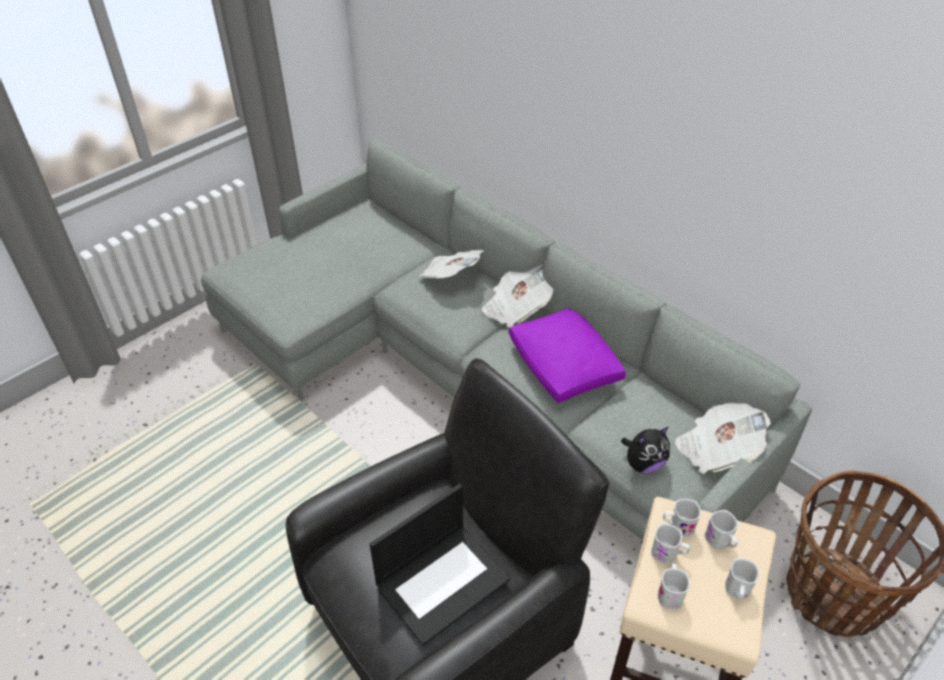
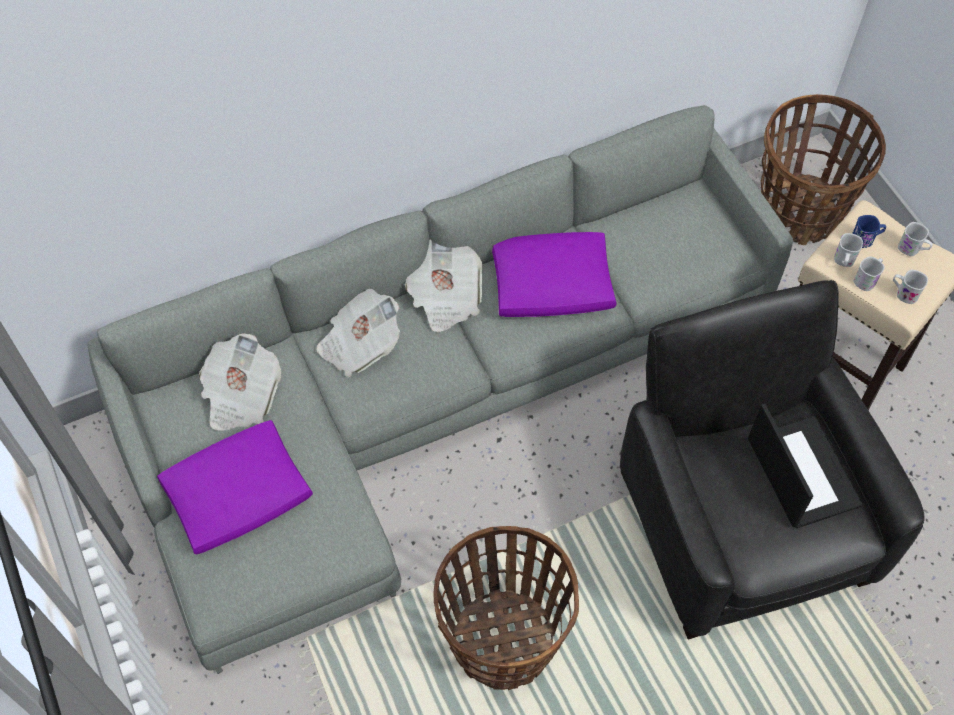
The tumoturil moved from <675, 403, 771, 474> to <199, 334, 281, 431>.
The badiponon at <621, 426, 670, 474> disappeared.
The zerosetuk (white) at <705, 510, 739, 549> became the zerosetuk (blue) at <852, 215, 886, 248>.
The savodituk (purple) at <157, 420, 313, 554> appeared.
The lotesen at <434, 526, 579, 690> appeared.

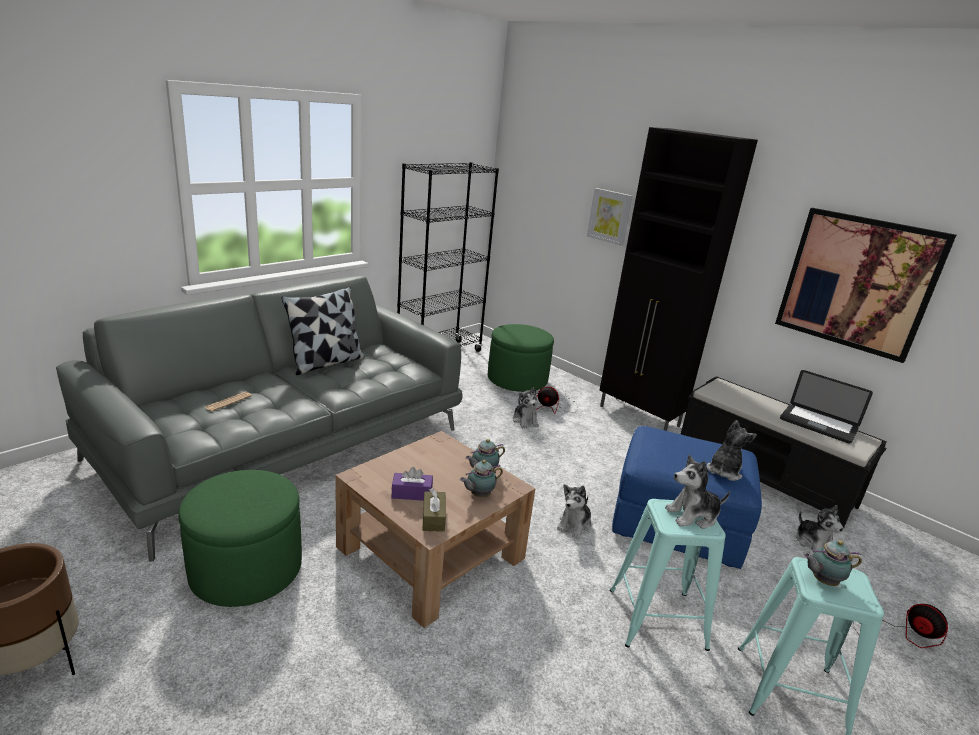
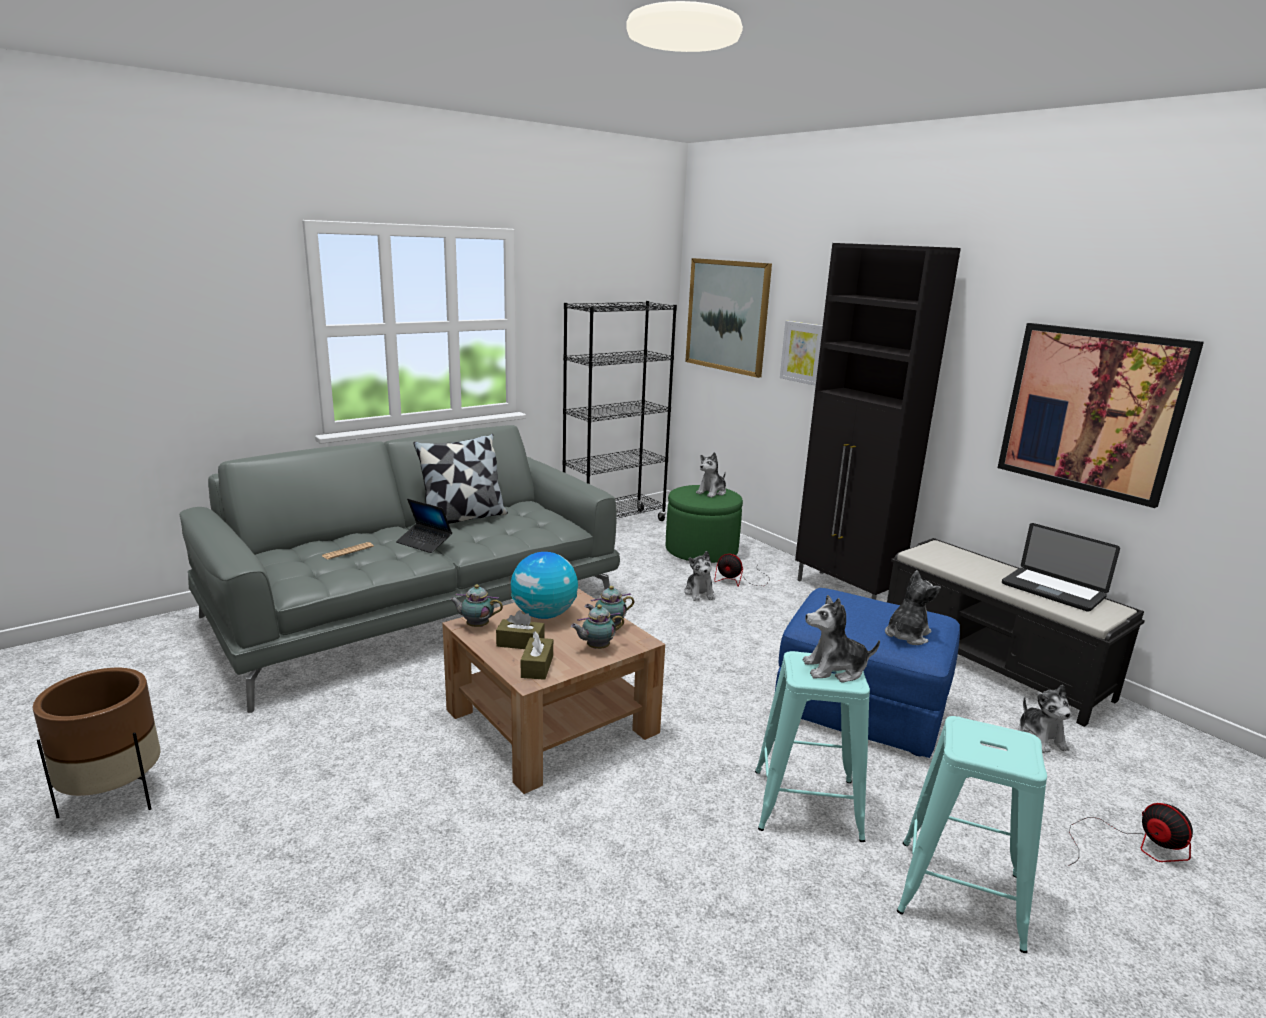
The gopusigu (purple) at <391, 467, 433, 501> became the gopusigu (brown) at <496, 610, 544, 649>.
The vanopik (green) at <179, 470, 302, 607> disappeared.
The badiponon moved from <557, 484, 591, 539> to <696, 452, 726, 498>.
The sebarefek moved from <803, 540, 862, 586> to <449, 585, 503, 627>.
The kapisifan at <685, 258, 772, 378> appeared.
The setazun at <396, 499, 452, 553> appeared.
The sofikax at <511, 552, 578, 619> appeared.

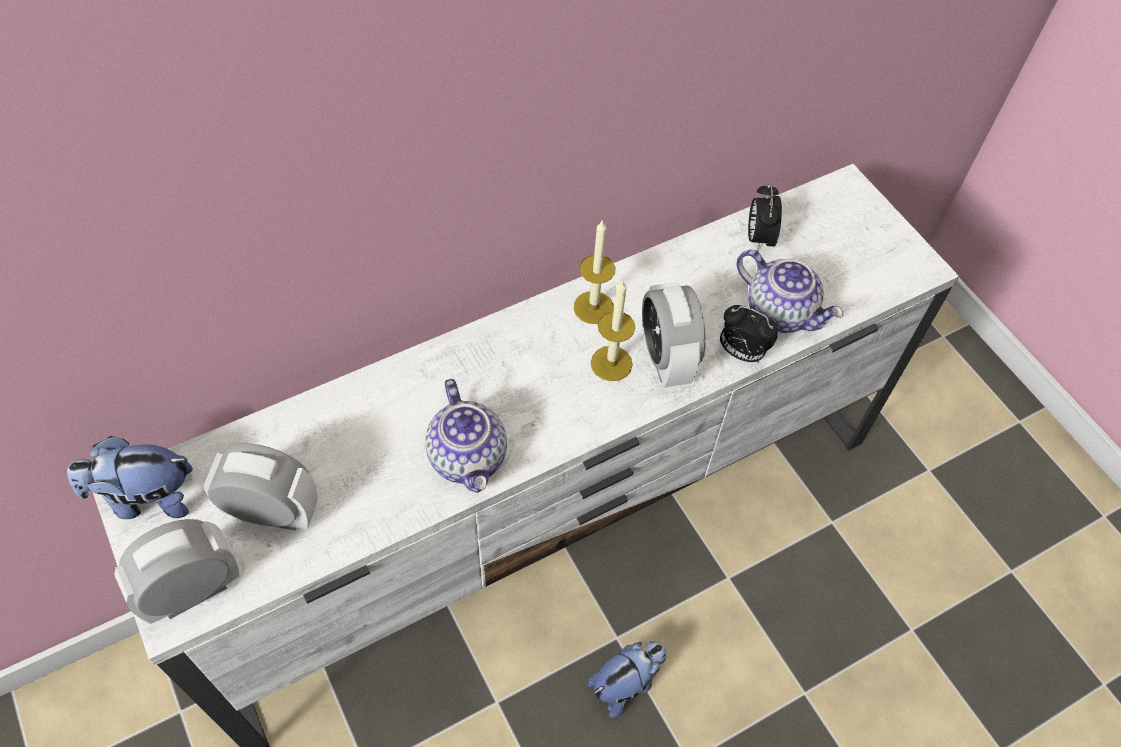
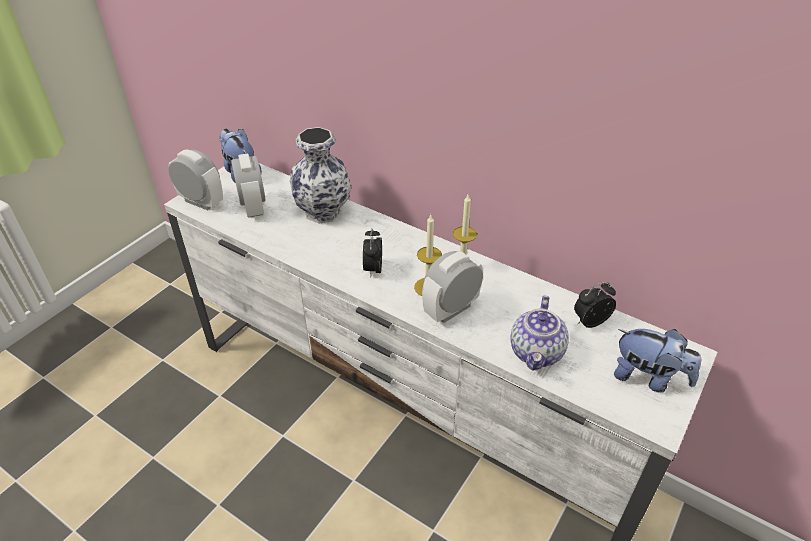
The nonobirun moved from <720, 305, 778, 363> to <363, 228, 382, 277>.
The sebarefek at <425, 379, 507, 493> disappeared.
The badiponon moved from <588, 641, 667, 718> to <614, 329, 701, 393>.
The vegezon at <290, 127, 351, 224> appeared.

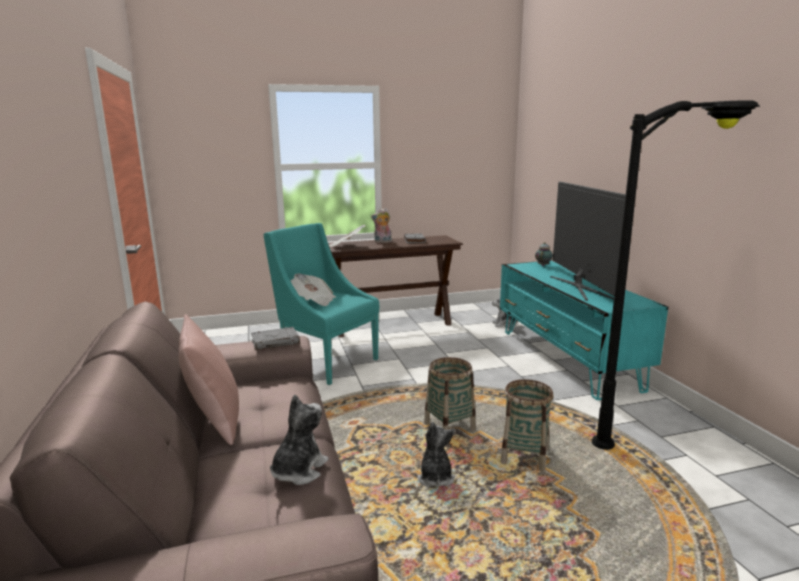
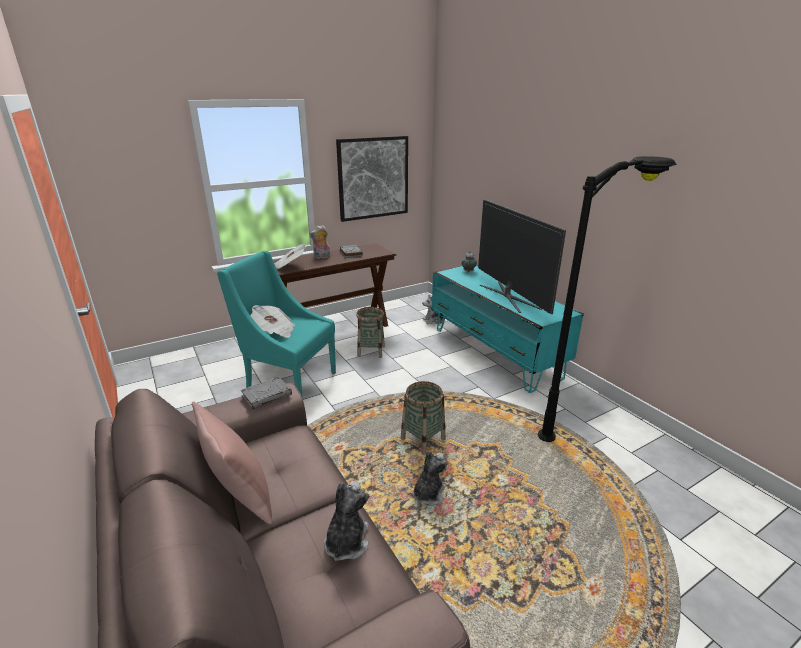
The lotesen moved from <500, 379, 553, 472> to <356, 307, 385, 358>.
The badiponon at <417, 422, 455, 487> turned 45 degrees clockwise.
The kapisifan at <336, 136, 408, 222> appeared.

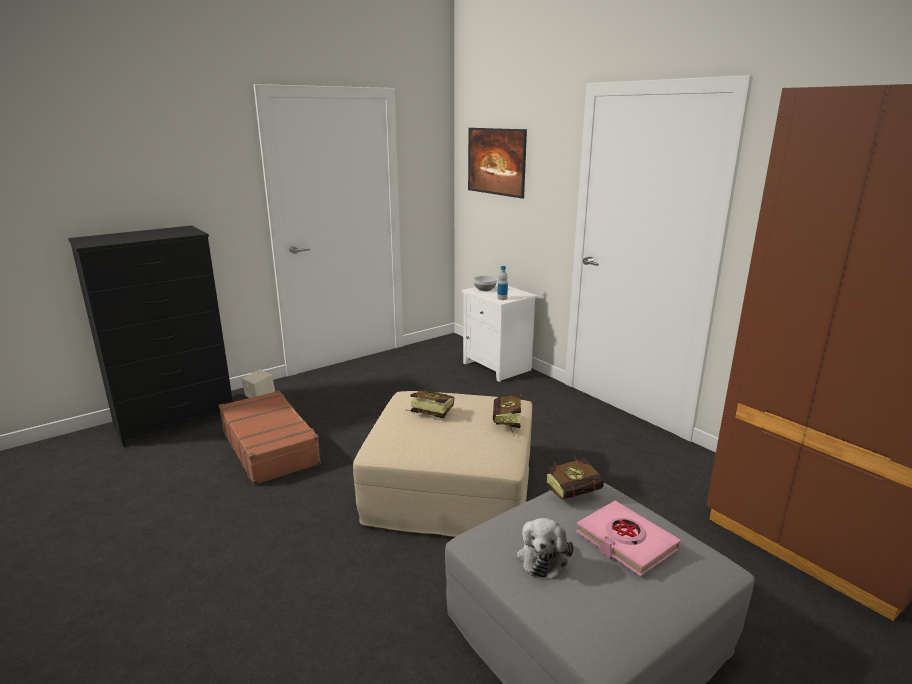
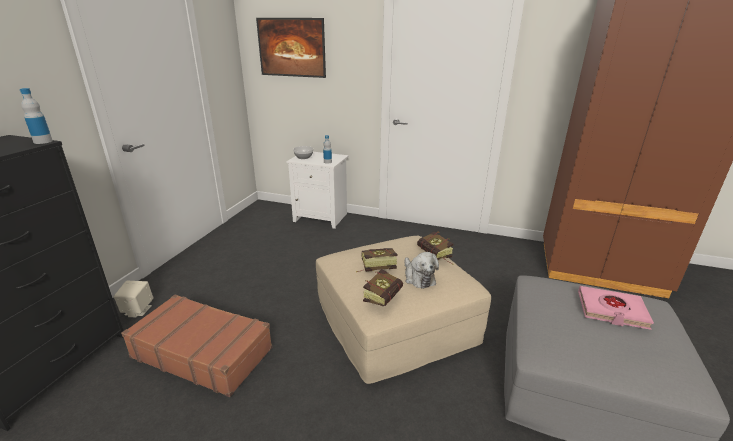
The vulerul moved from <546, 457, 604, 499> to <363, 269, 403, 306>.
The badiponon moved from <517, 518, 573, 579> to <405, 252, 439, 289>.
The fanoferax at <20, 88, 53, 144> appeared.

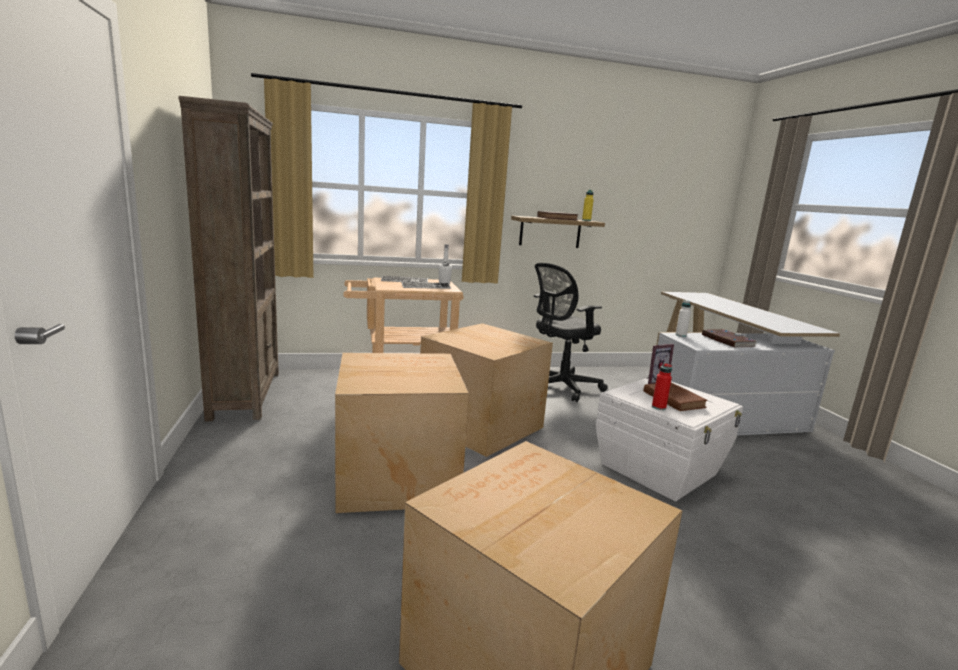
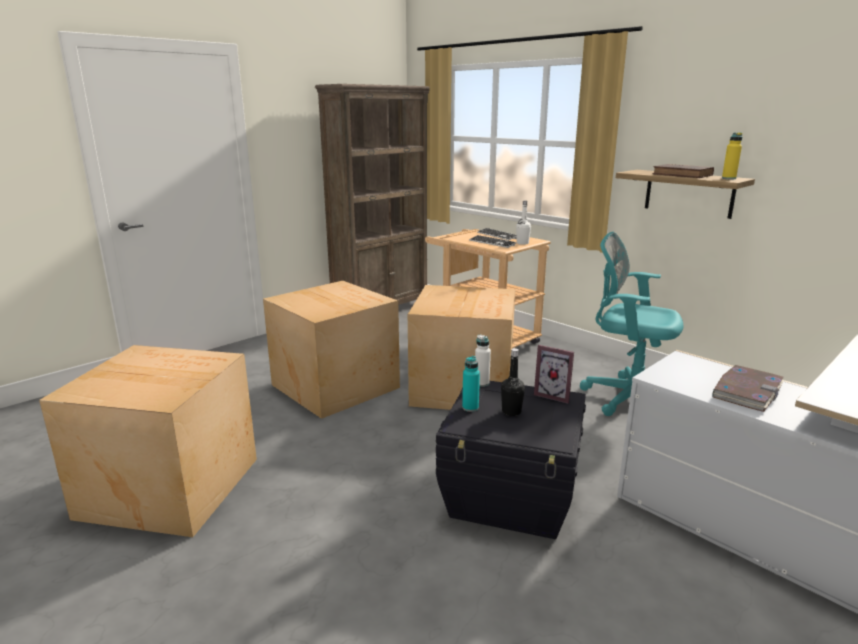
The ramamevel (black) at <534, 263, 608, 402> became the ramamevel (turquoise) at <580, 232, 684, 416>.
The fanoferax (white) moved from <675, 301, 691, 337> to <475, 335, 491, 387>.
The fanoferax (red) at <652, 363, 672, 410> became the fanoferax (turquoise) at <462, 356, 480, 412>.
The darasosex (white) at <596, 378, 743, 501> became the darasosex (black) at <436, 381, 586, 539>.
The vulerul (brown) at <644, 382, 708, 411> was replaced by the fanoferax (black) at <501, 348, 525, 416>.

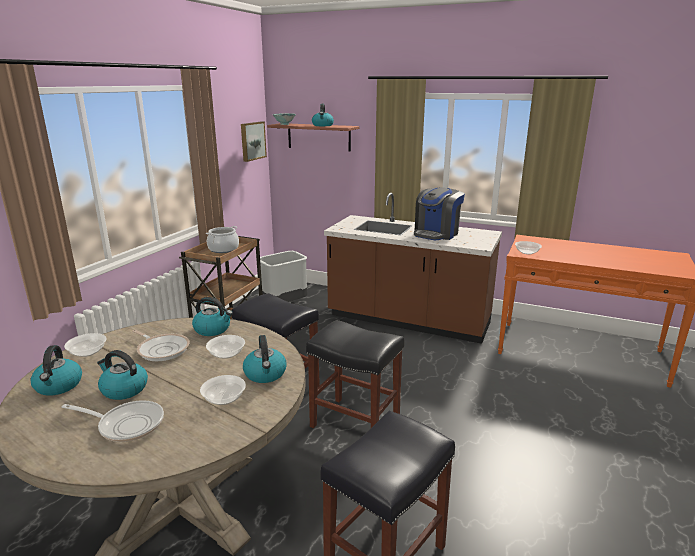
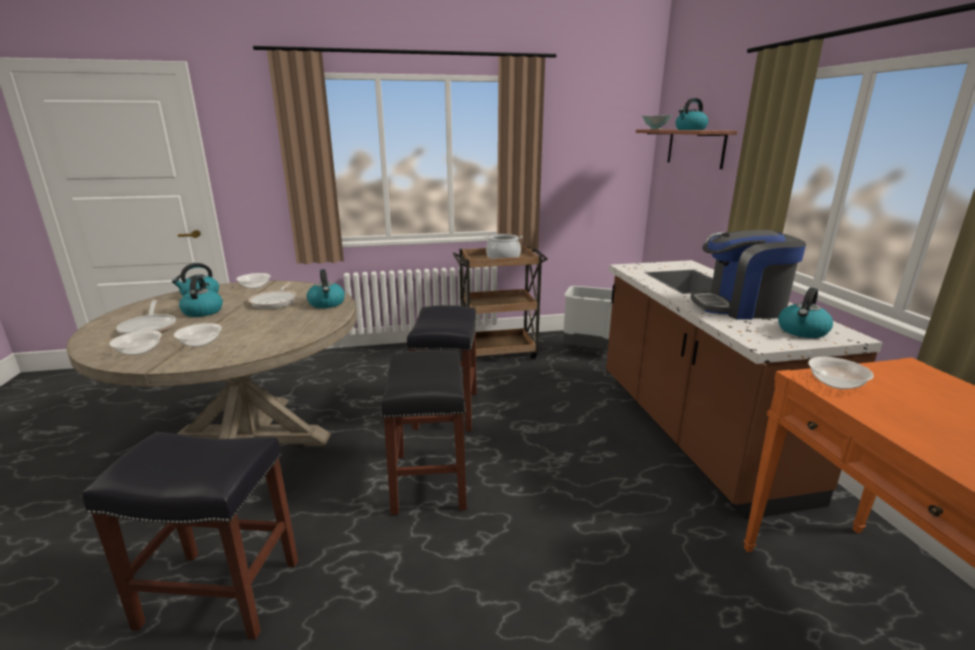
The kapisifan at <241, 121, 267, 162> disappeared.
The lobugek moved from <206, 335, 245, 359> to <110, 330, 162, 355>.
The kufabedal moved from <243, 335, 286, 383> to <778, 288, 833, 338>.

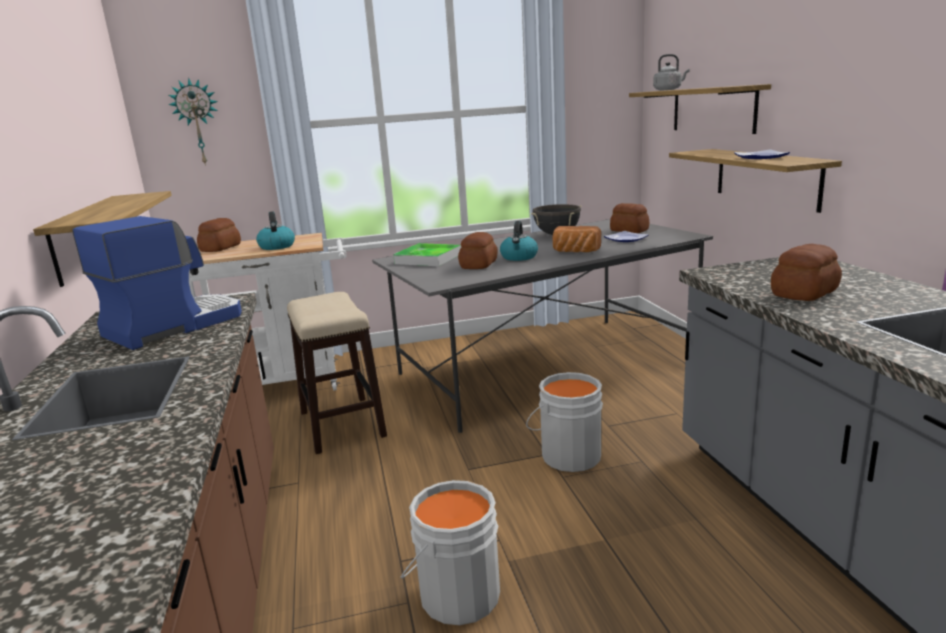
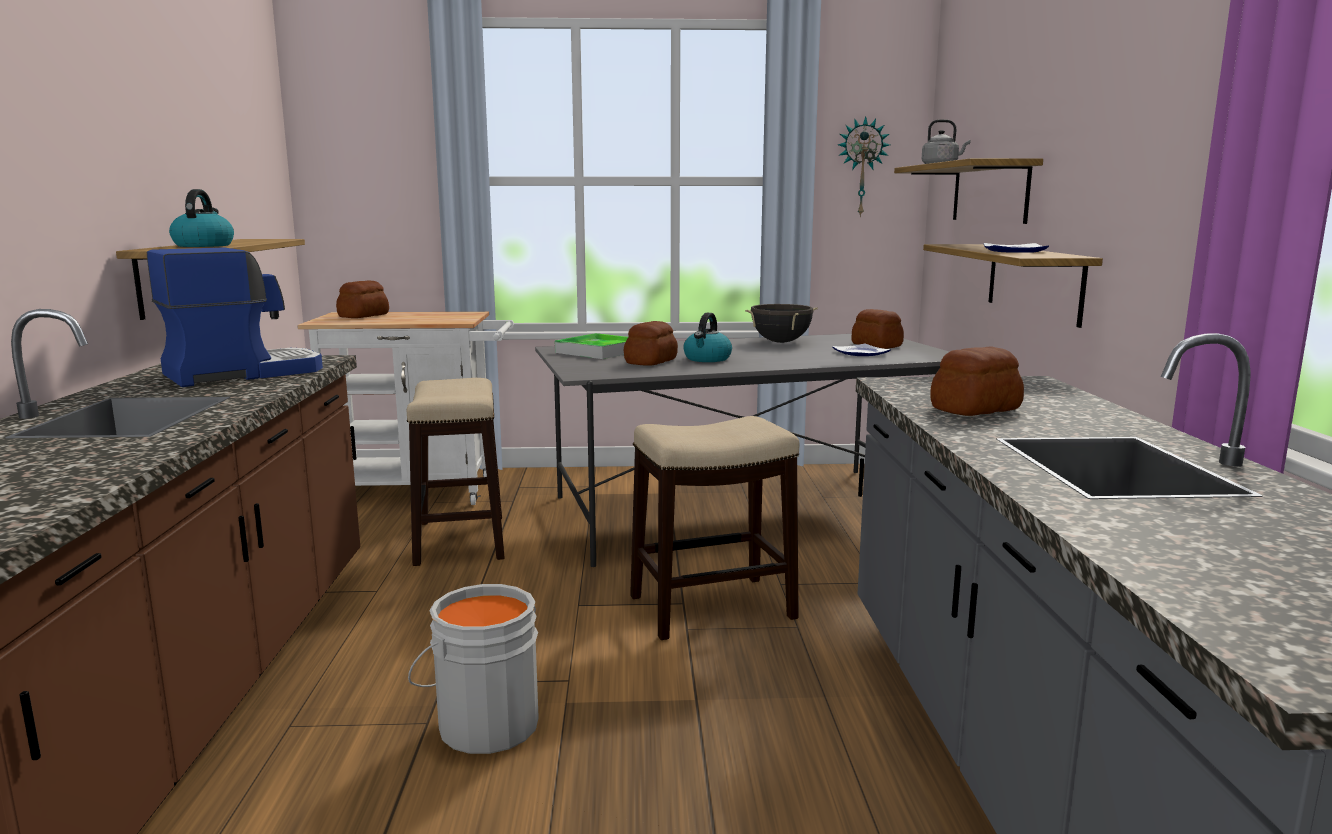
The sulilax moved from <168, 78, 218, 166> to <838, 116, 890, 217>.
The kufabedal moved from <256, 211, 295, 250> to <169, 189, 234, 247>.
The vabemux at <552, 226, 601, 252> disappeared.
The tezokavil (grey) at <526, 372, 603, 472> was replaced by the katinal at <630, 416, 800, 640>.

